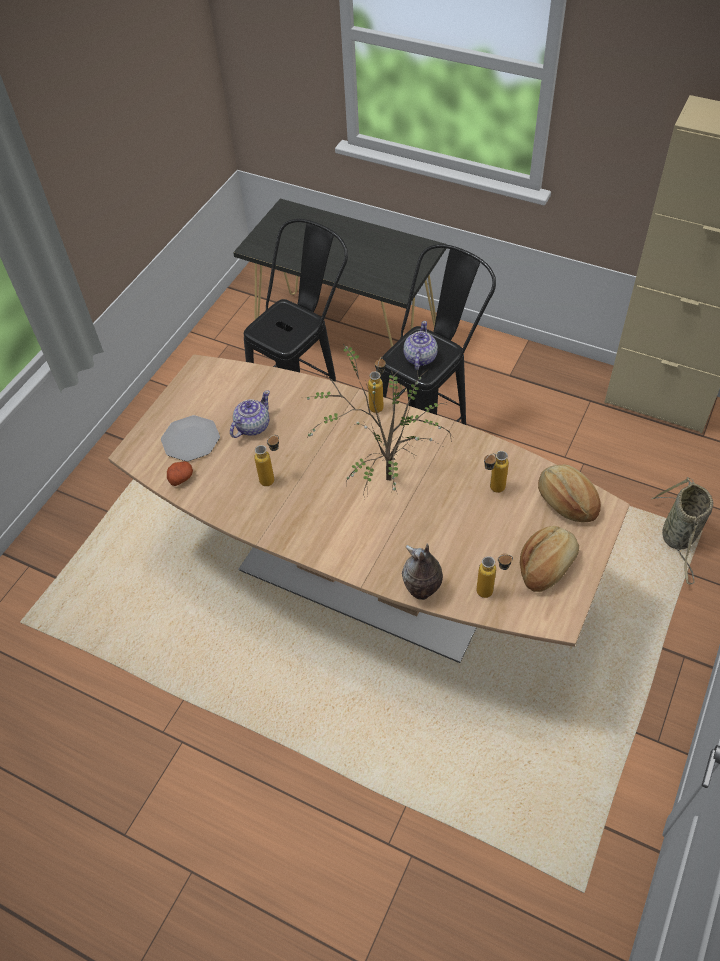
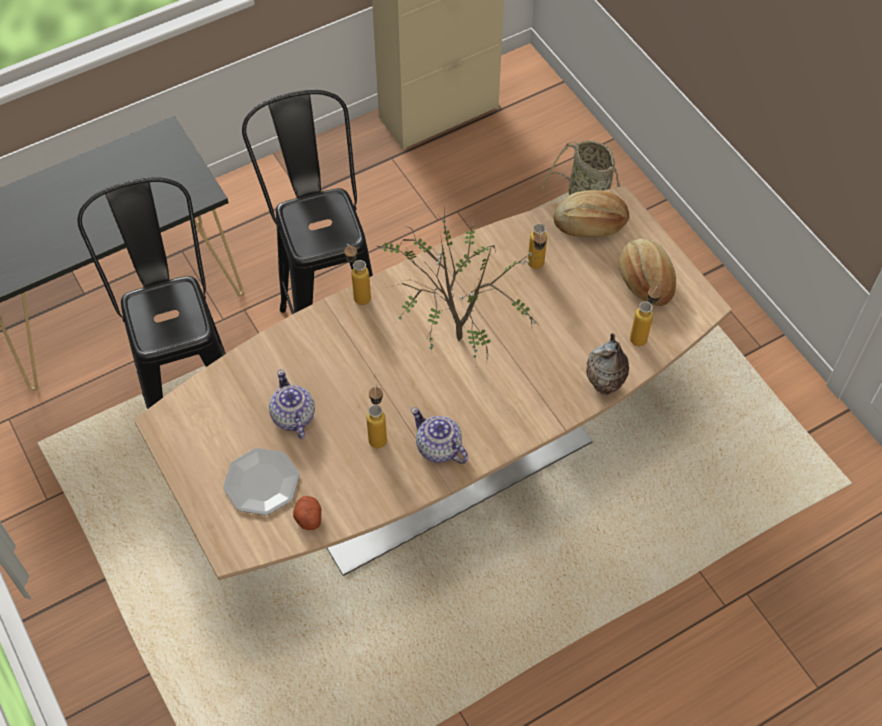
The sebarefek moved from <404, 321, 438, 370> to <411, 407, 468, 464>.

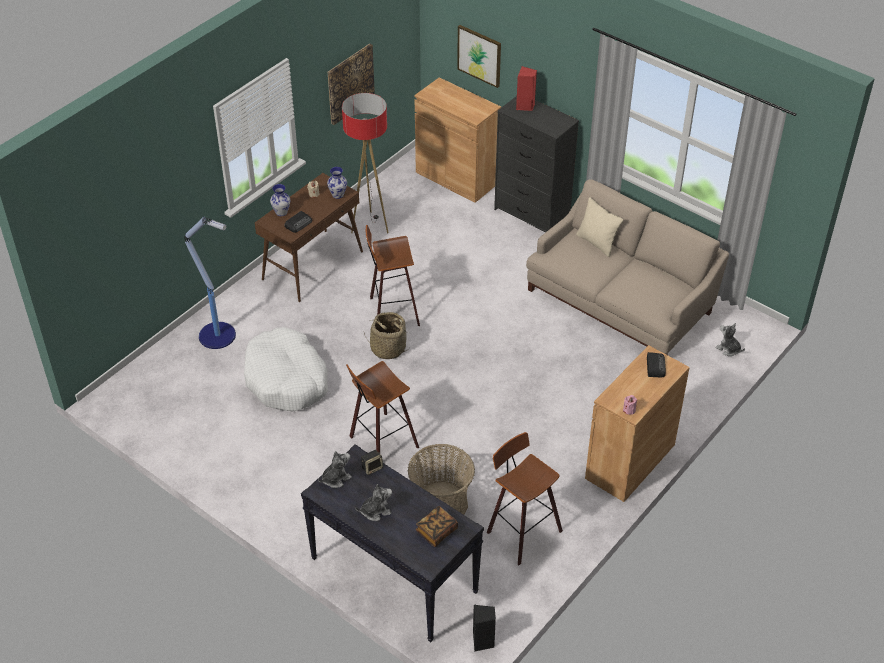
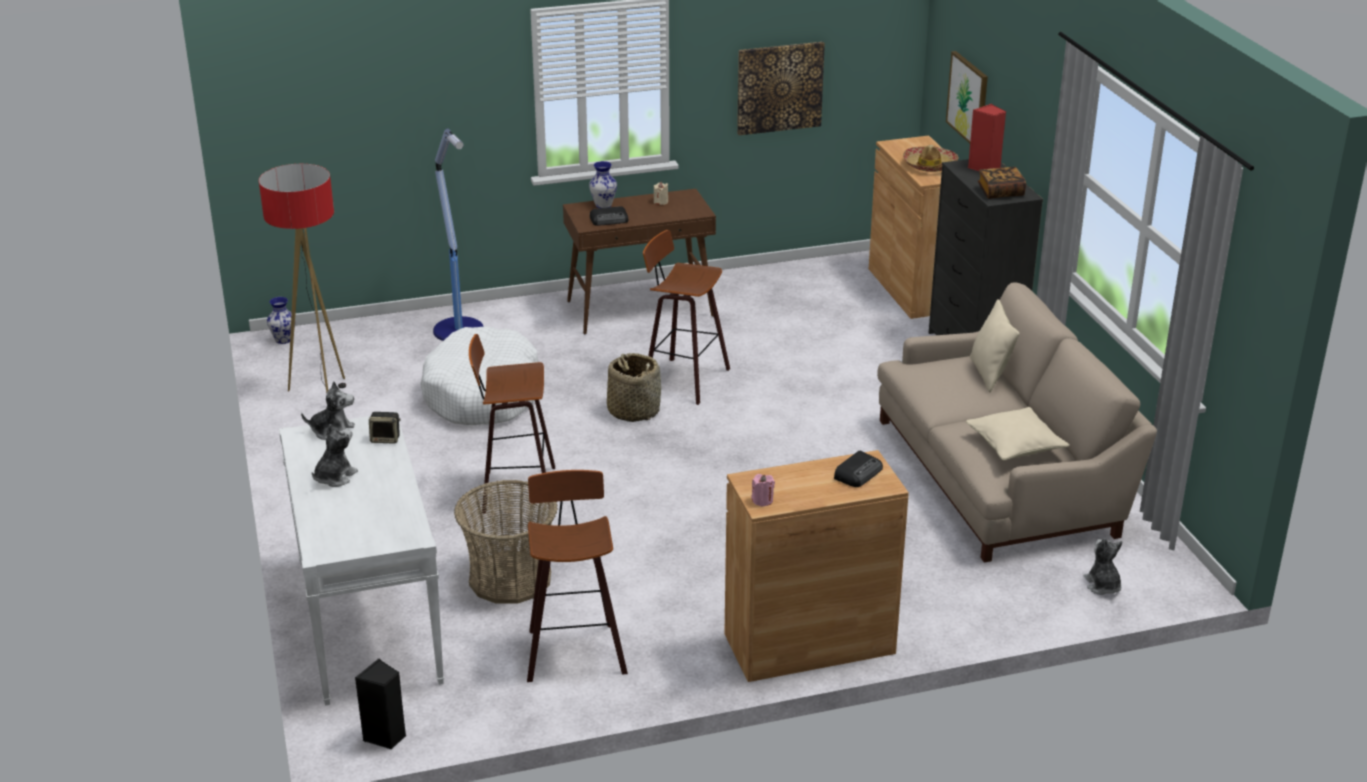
The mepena moved from <342, 93, 389, 233> to <259, 164, 346, 393>.
The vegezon moved from <327, 167, 347, 199> to <267, 297, 296, 344>.
The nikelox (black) at <301, 444, 484, 642> became the nikelox (white) at <279, 412, 444, 706>.
The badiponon at <355, 484, 392, 521> turned 75 degrees counterclockwise.
The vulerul moved from <416, 506, 458, 547> to <978, 167, 1026, 199>.
The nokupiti at <903, 145, 959, 172> appeared.
The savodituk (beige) at <966, 407, 1070, 460> appeared.

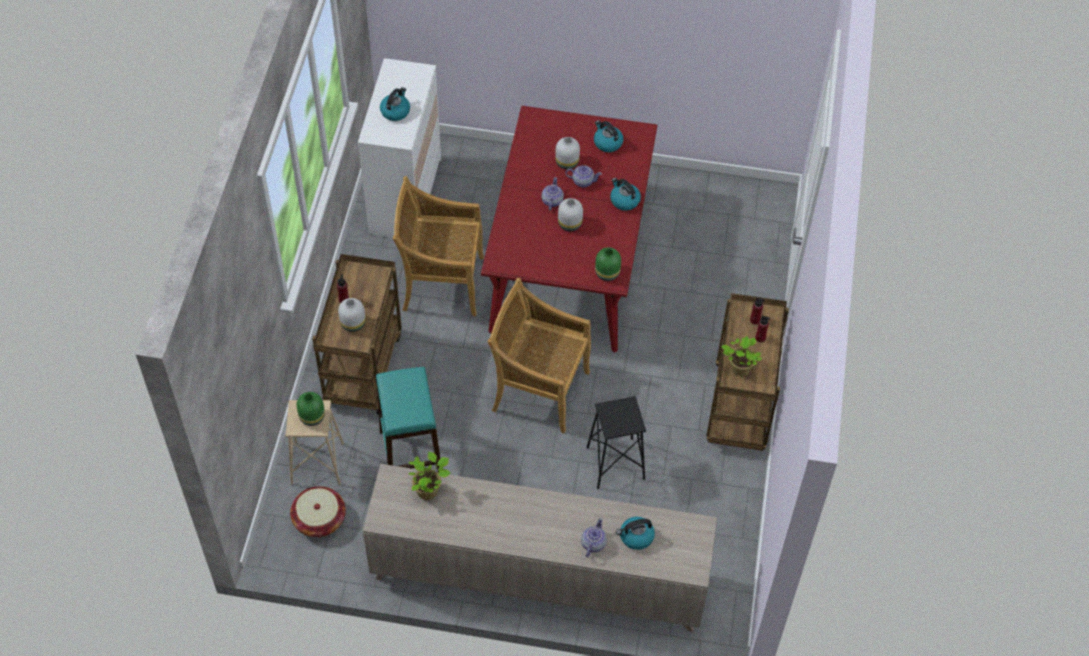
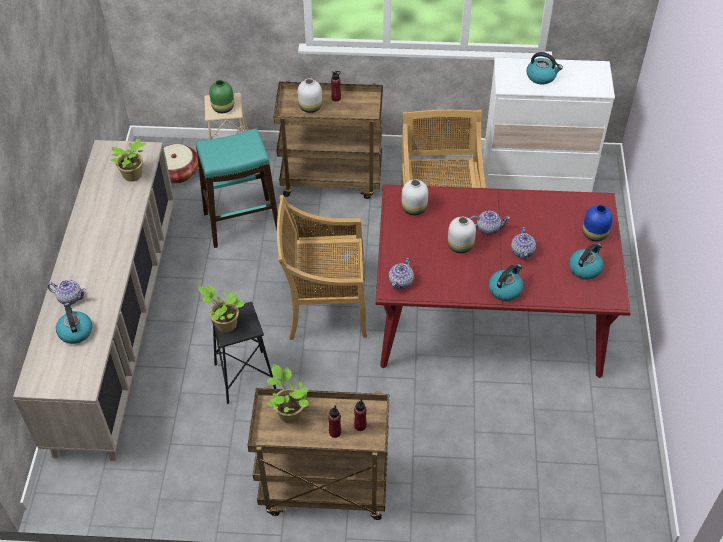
The vegezon (white) moved from <555, 137, 580, 170> to <402, 179, 428, 215>.
The vegezon (green) at <595, 247, 621, 281> was replaced by the sebarefek at <389, 258, 414, 290>.
The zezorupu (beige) at <488, 278, 591, 433> turned 105 degrees counterclockwise.
The vegezon (blue) at <583, 205, 613, 242> appeared.
The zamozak at <198, 286, 245, 333> appeared.

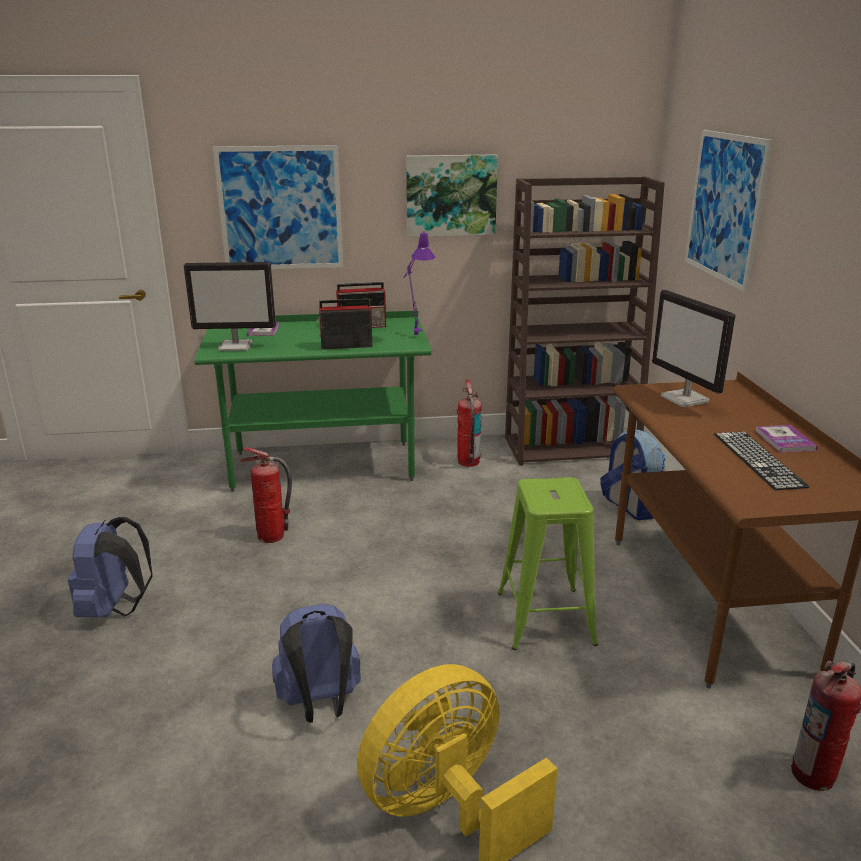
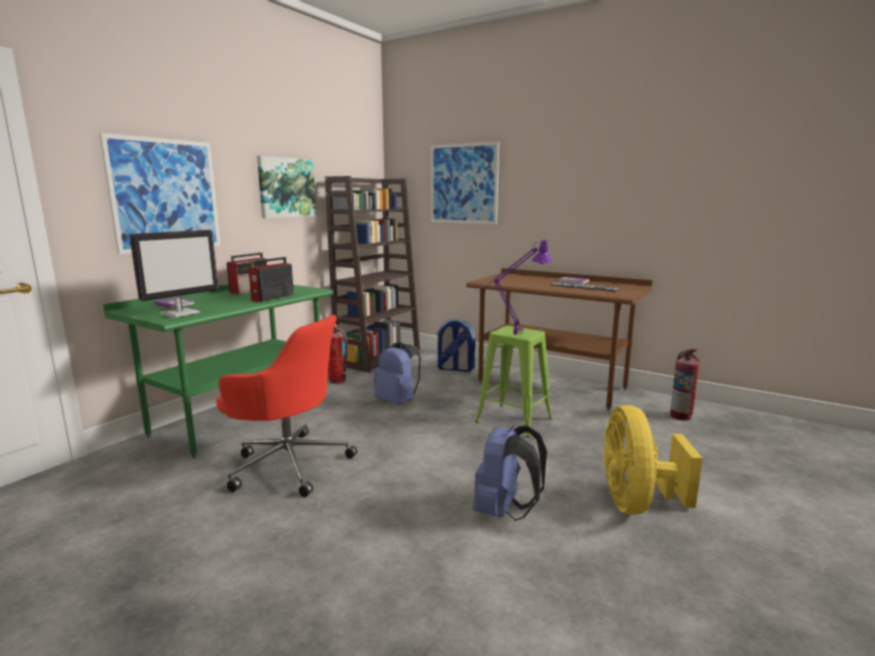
The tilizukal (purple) moved from <404, 233, 435, 335> to <476, 240, 552, 335>.
The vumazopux at <652, 290, 735, 407> disappeared.
The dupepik at <239, 447, 292, 543> was replaced by the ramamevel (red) at <216, 315, 357, 497>.
The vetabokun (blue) moved from <68, 517, 153, 617> to <374, 342, 421, 405>.

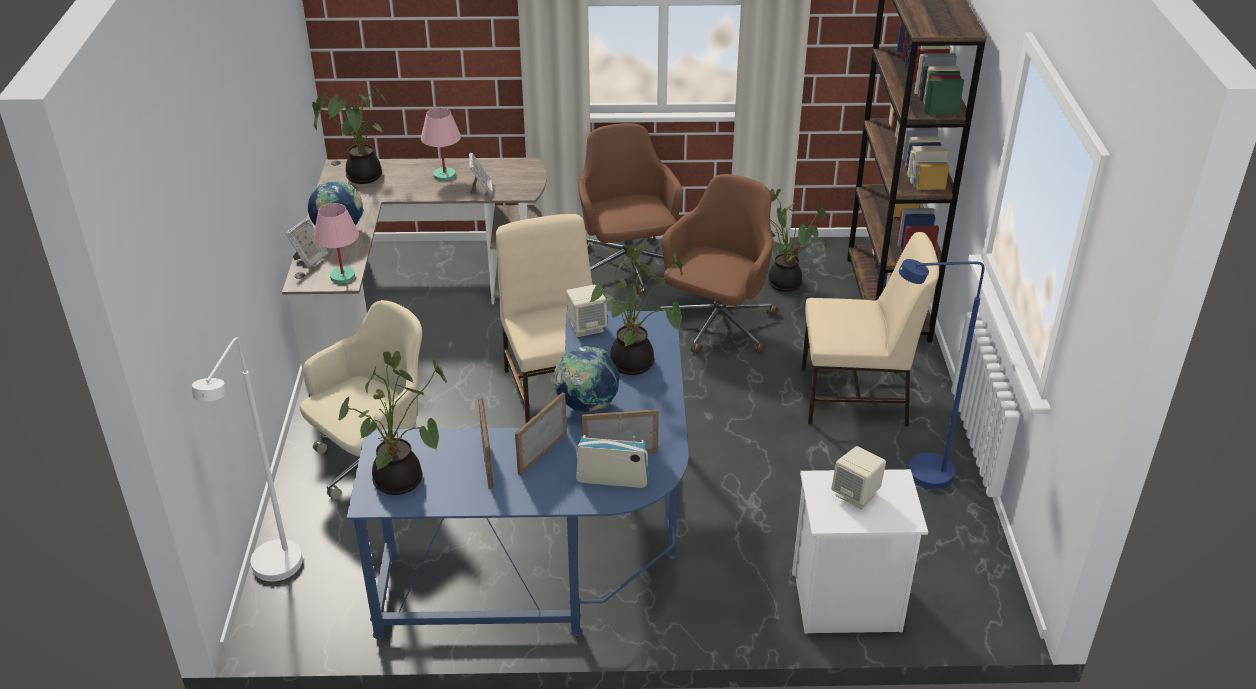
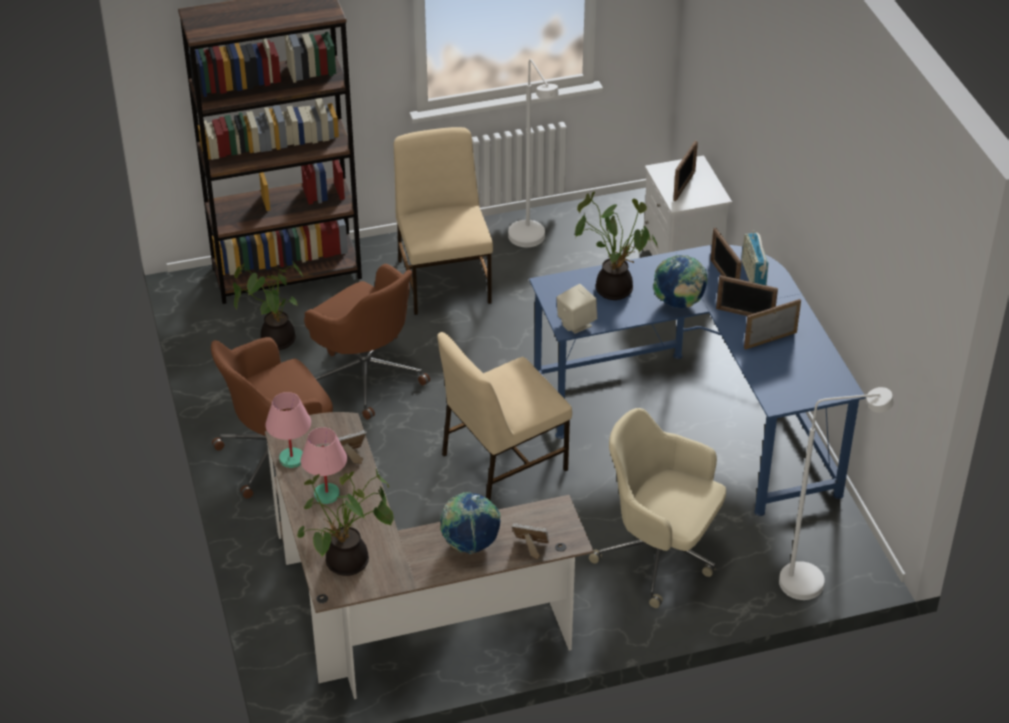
The ramamevel (brown) at <660, 174, 778, 354> turned 150 degrees counterclockwise.
The tilizukal (pink) moved from <313, 203, 359, 284> to <265, 392, 311, 468>.
The mepena (blue) at <899, 259, 984, 490> became the mepena (white) at <508, 59, 558, 247>.
The zamozak at <338, 351, 447, 495> disappeared.
The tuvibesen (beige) at <831, 446, 886, 509> was replaced by the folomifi at <673, 140, 698, 201>.

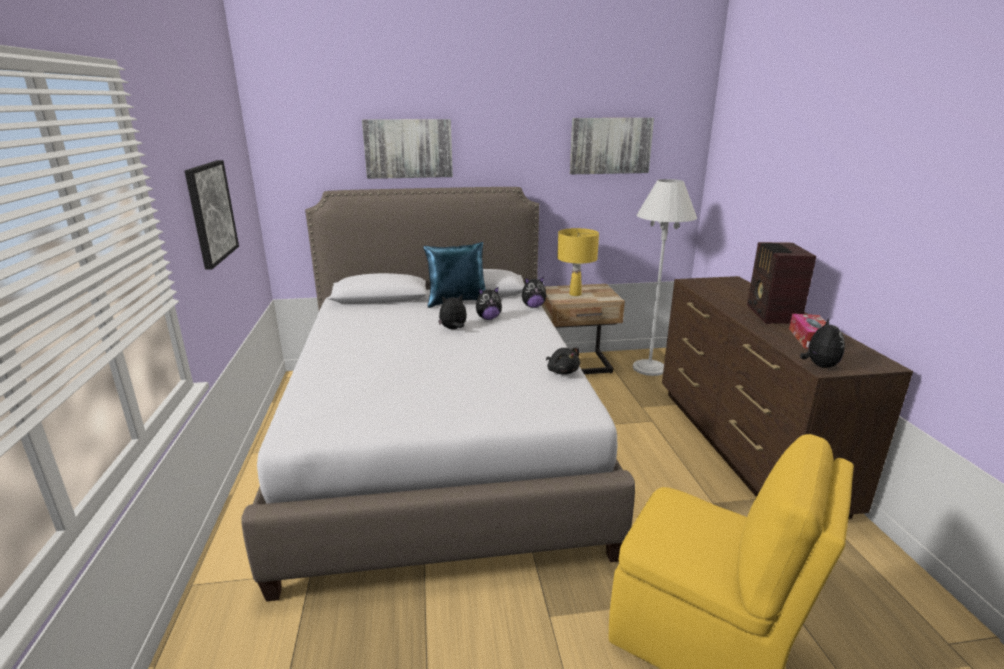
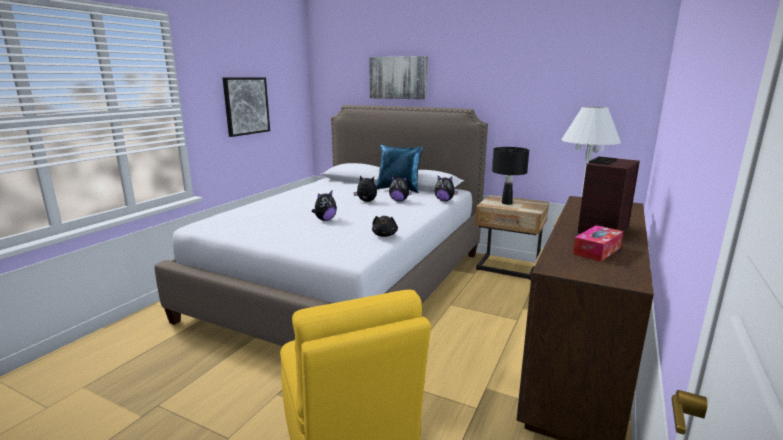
The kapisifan at <570, 118, 654, 174> disappeared.
The tilizukal (yellow) at <557, 228, 599, 296> became the tilizukal (black) at <492, 147, 529, 205>.
The badiponon moved from <800, 318, 845, 368> to <312, 191, 337, 221>.

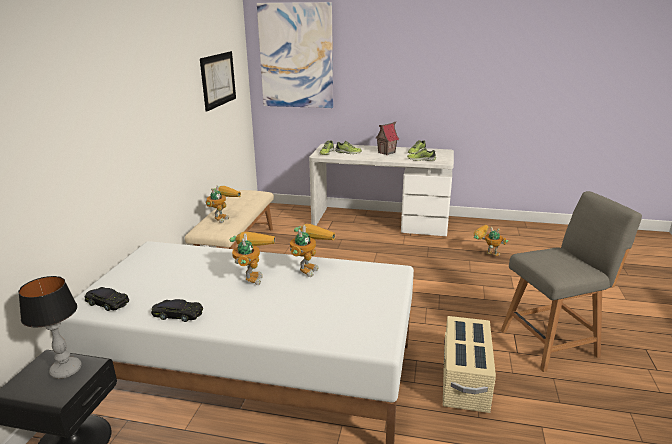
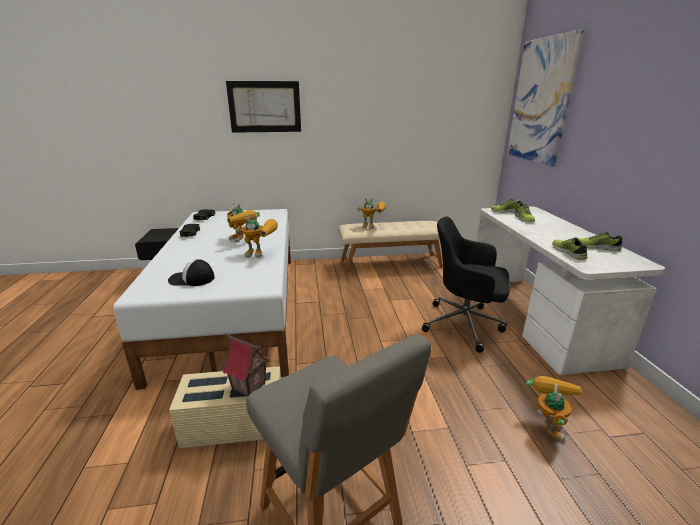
The kapisifan moved from <200, 51, 236, 112> to <226, 81, 301, 133>.
The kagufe moved from <376, 122, 400, 155> to <221, 333, 270, 397>.
The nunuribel at <230, 232, 275, 285> turned 60 degrees clockwise.
The tilizukal at <18, 276, 82, 379> disappeared.
The ramamevel (black) at <422, 217, 510, 353> appeared.
The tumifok at <168, 259, 215, 286> appeared.

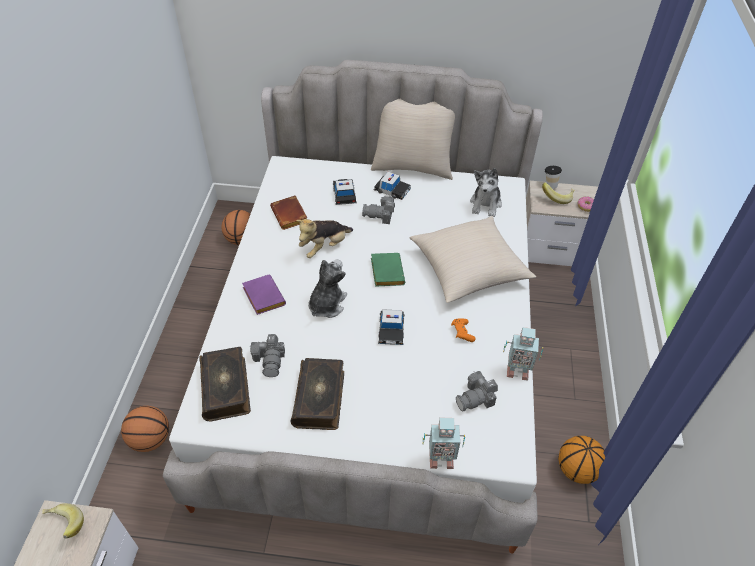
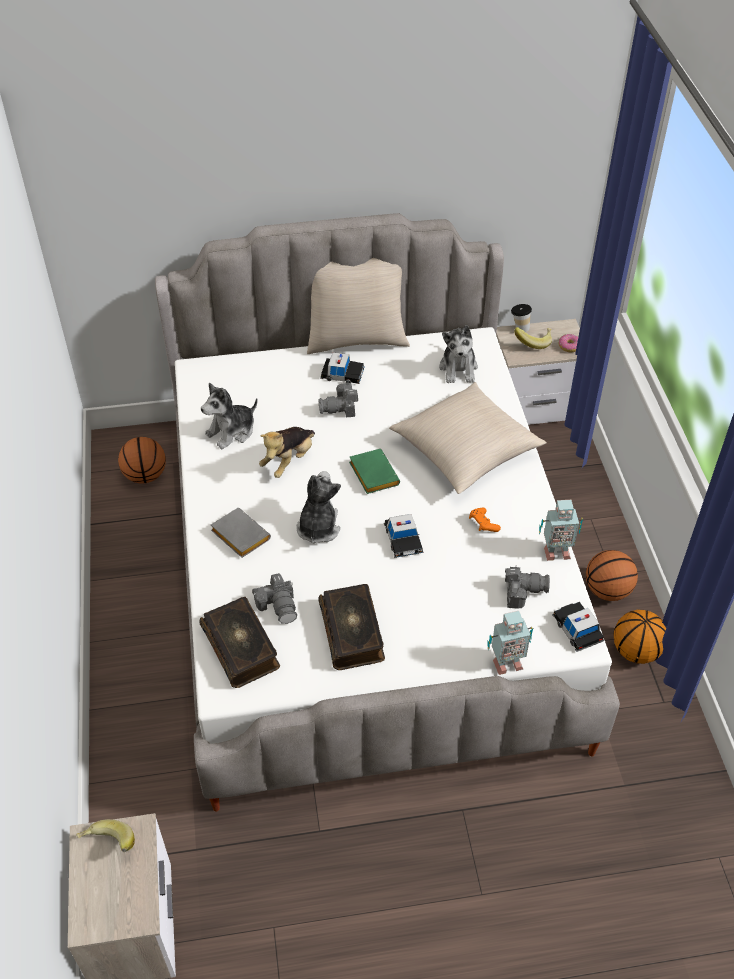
The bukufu moved from <333, 179, 357, 205> to <552, 602, 605, 652>.
The vulerul (brown) at <270, 195, 307, 230> was replaced by the badiponon at <201, 383, 258, 449>.
The vulerul (purple) at <242, 274, 286, 315> became the vulerul (grey) at <211, 508, 271, 558>.
The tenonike at <456, 371, 498, 411> turned 135 degrees counterclockwise.
The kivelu moved from <121, 406, 169, 452> to <586, 550, 638, 601>.

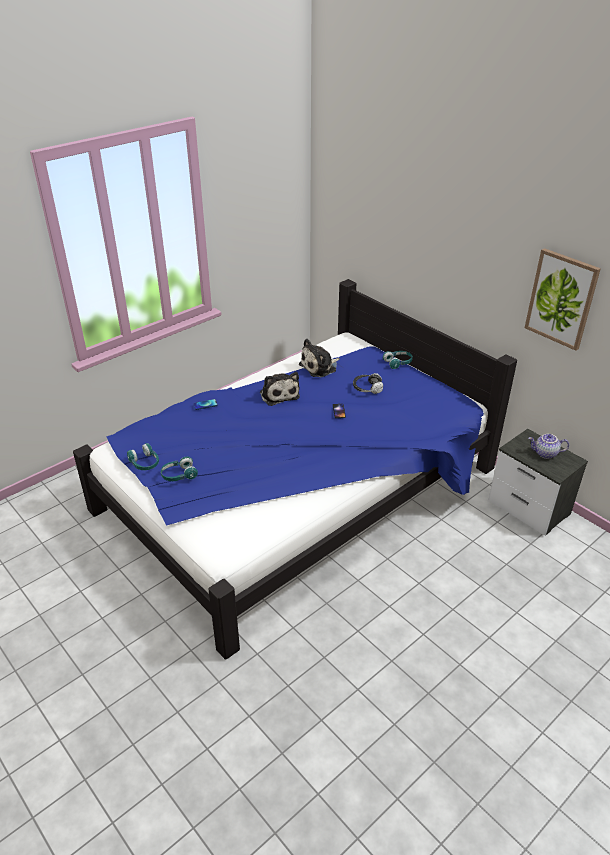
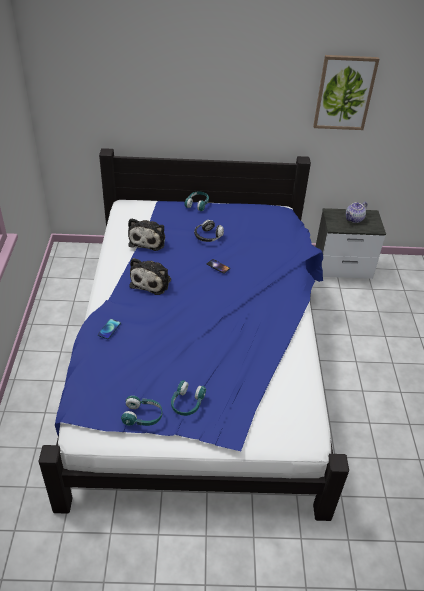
The badiponon at <260, 372, 300, 406> turned 90 degrees clockwise.

